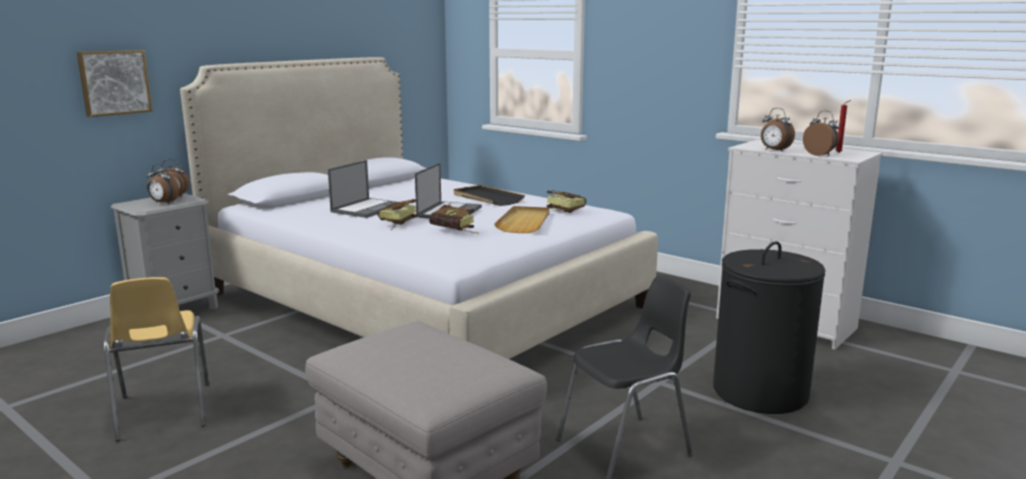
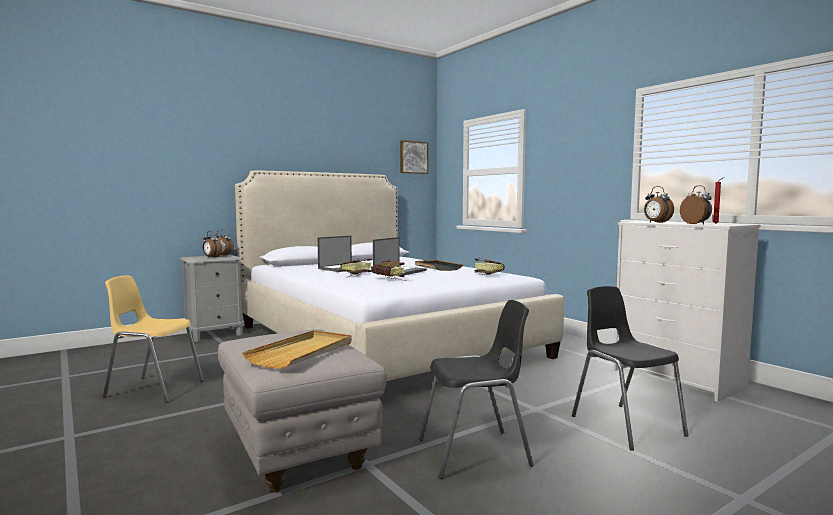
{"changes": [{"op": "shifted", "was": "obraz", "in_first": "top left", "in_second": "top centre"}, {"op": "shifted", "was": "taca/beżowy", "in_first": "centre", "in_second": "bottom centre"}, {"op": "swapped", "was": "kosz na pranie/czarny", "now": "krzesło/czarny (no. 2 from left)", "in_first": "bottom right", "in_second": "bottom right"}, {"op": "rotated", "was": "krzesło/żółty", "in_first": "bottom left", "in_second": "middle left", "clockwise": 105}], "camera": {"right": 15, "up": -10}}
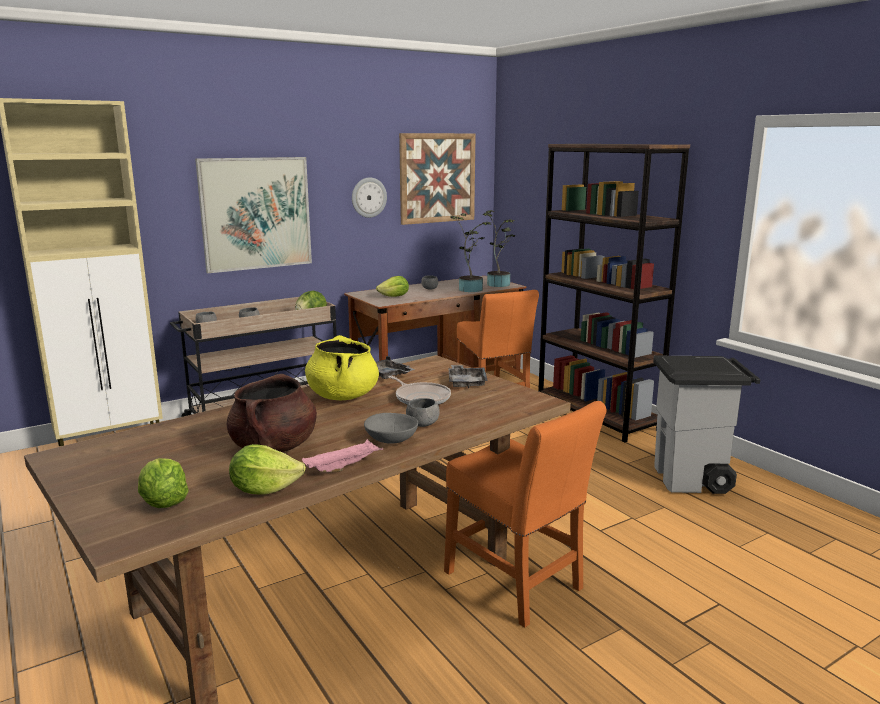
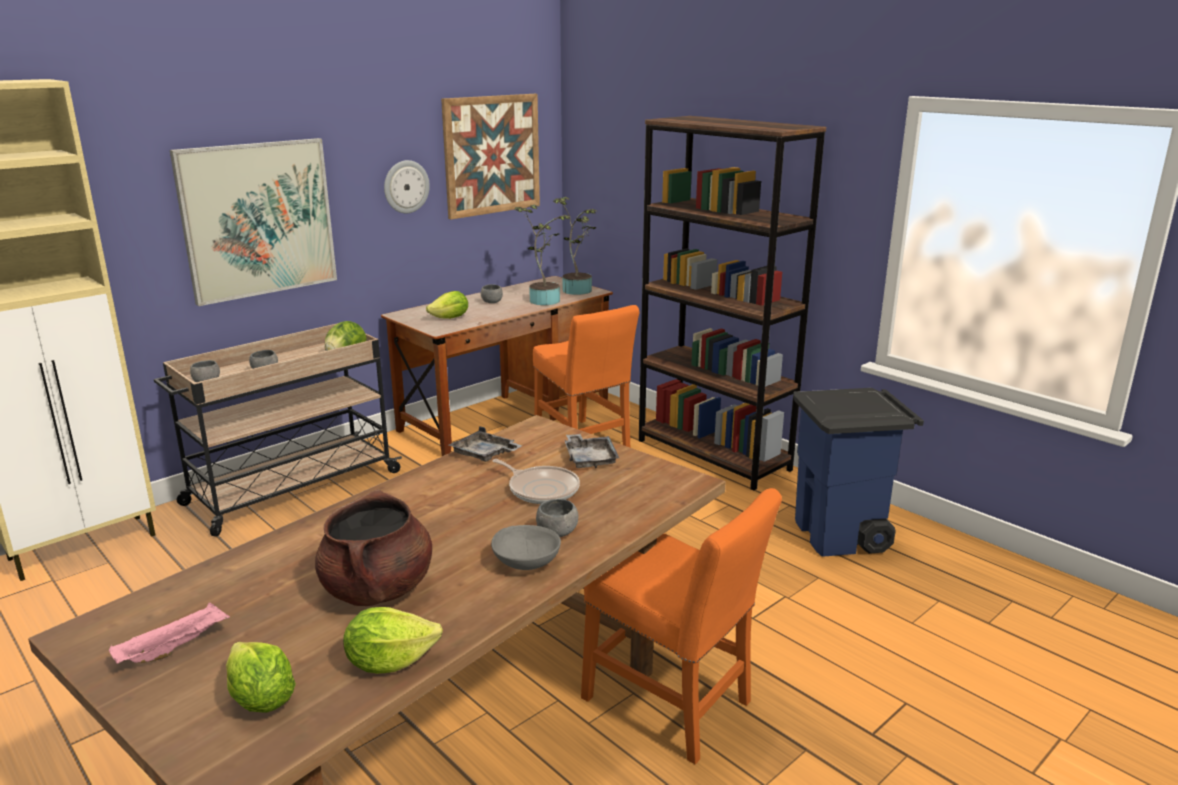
{"changes": [{"op": "gone", "was": "garnek/żółty", "in_first": "centre"}, {"op": "repainted", "was": "kosz na śmieci/szary", "now": "kosz na śmieci/niebieski", "in_first": "middle right", "in_second": "middle right"}, {"op": "shifted", "was": "taca/różowy", "in_first": "centre", "in_second": "bottom left"}], "camera": {"right": -10, "up": 5}}
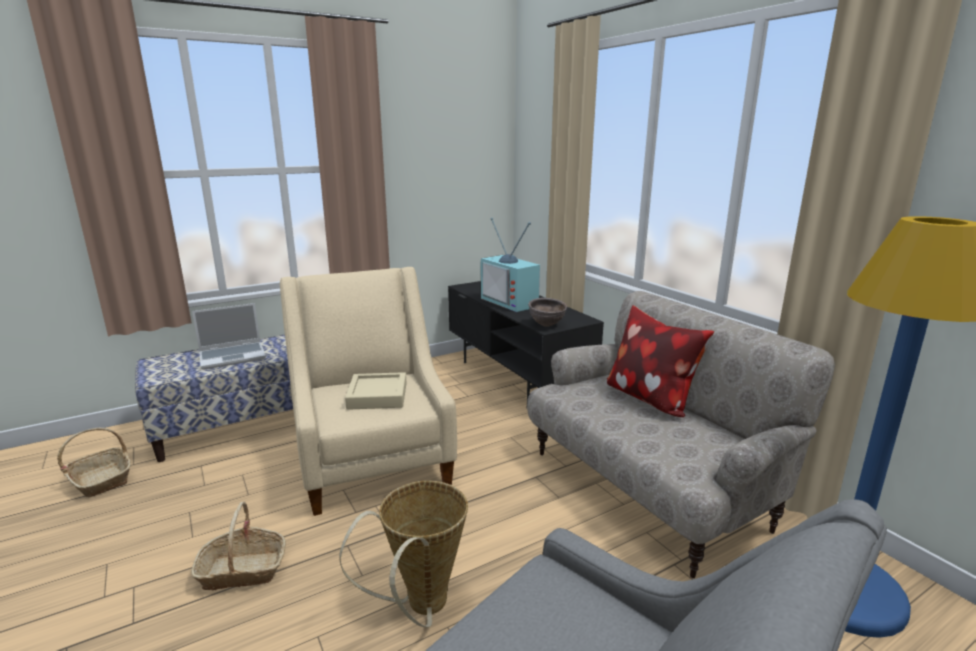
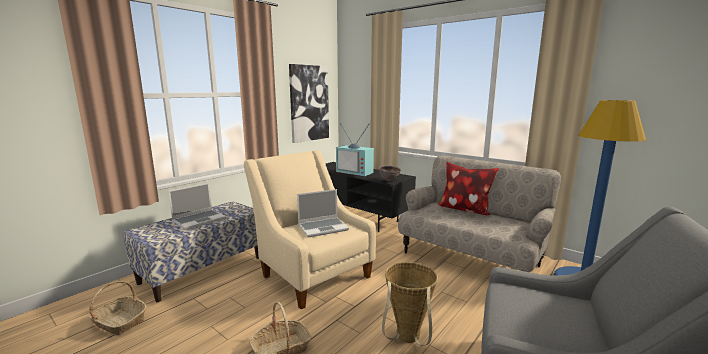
{"changes": [{"op": "swapped", "was": "taca/beżowy", "now": "laptop (no. 2 from left)", "in_first": "centre", "in_second": "centre"}, {"op": "new", "now": "obraz", "in_second": "top centre"}], "camera": {"right": -20, "up": -5}}
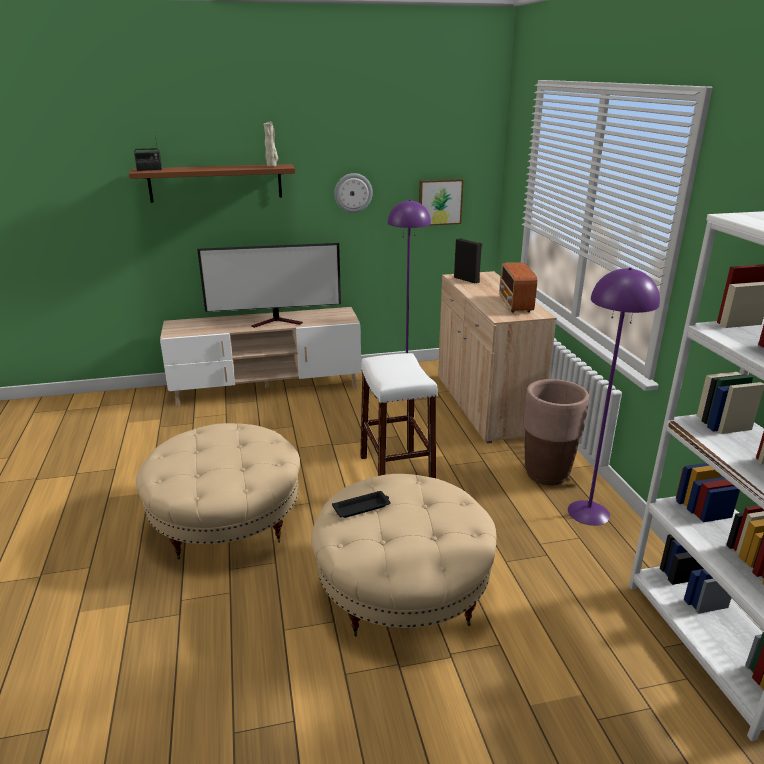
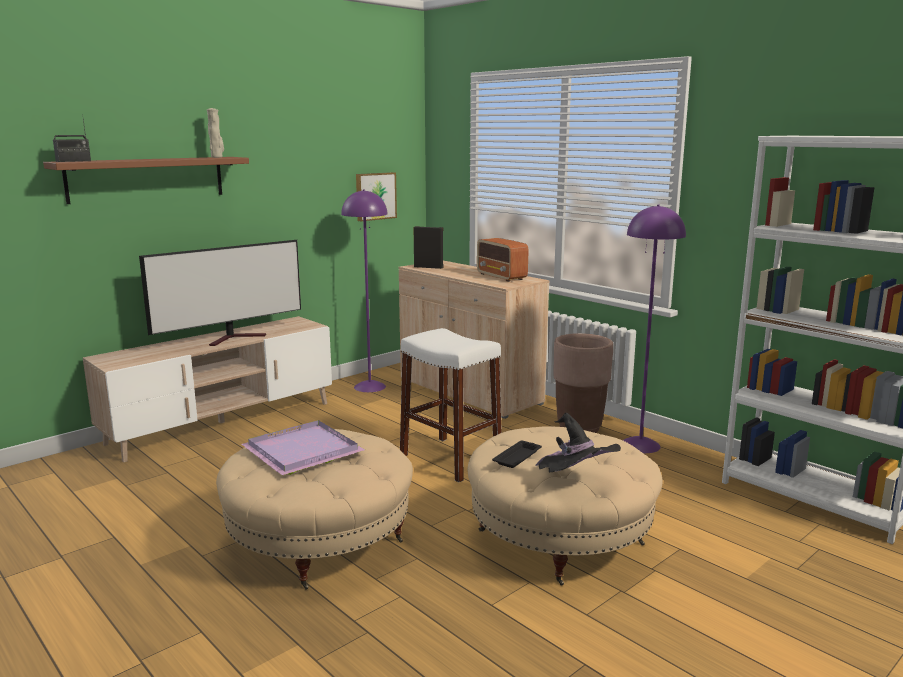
{"changes": [{"op": "gone", "was": "zegar ścienny", "in_first": "top centre"}, {"op": "new", "now": "kapelusz/czarny", "in_second": "centre"}, {"op": "new", "now": "taca/fioletowy", "in_second": "centre"}], "camera": {"right": -30, "up": -10}}
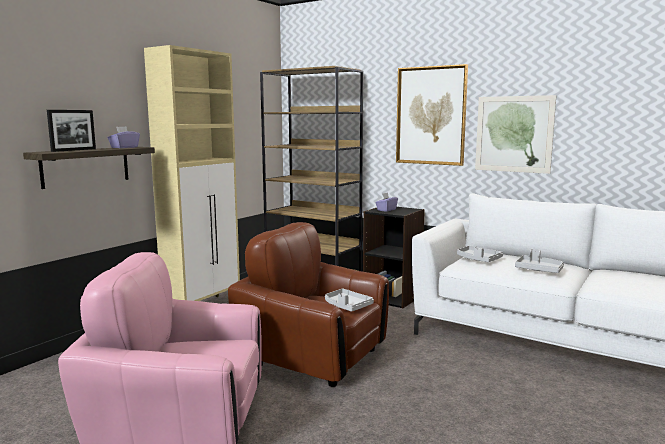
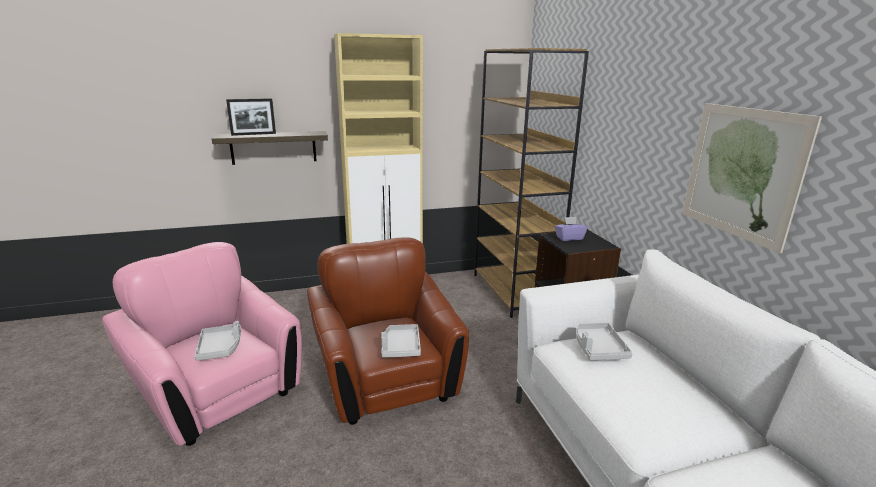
{"changes": [{"op": "gone", "was": "obraz (no. 1 from left)", "in_first": "top centre"}, {"op": "gone", "was": "pudełko chusteczek/fioletowy (no. 1 from left)", "in_first": "top left"}, {"op": "shifted", "was": "taca/szary (no. 3 from left in the first image)", "now": "taca/szary (no. 1 from left)", "in_first": "middle right", "in_second": "bottom left"}], "camera": {"right": 40, "up": 10}}
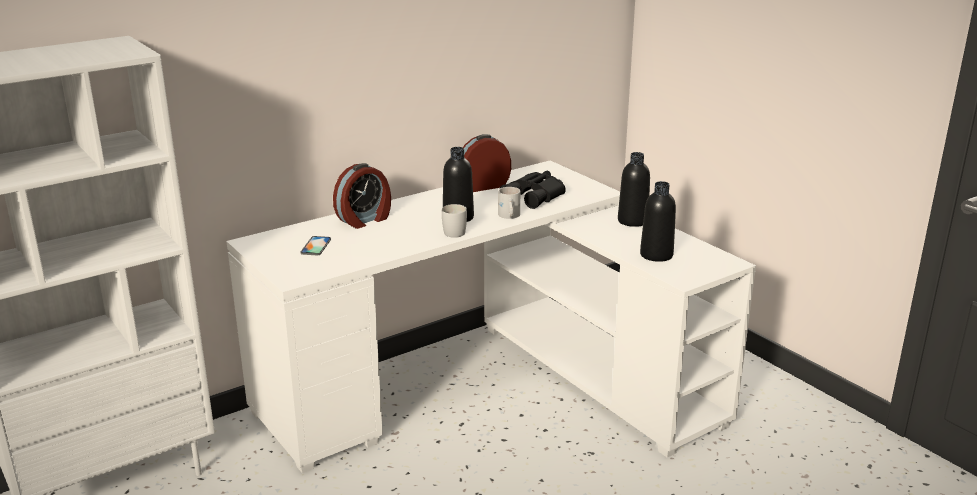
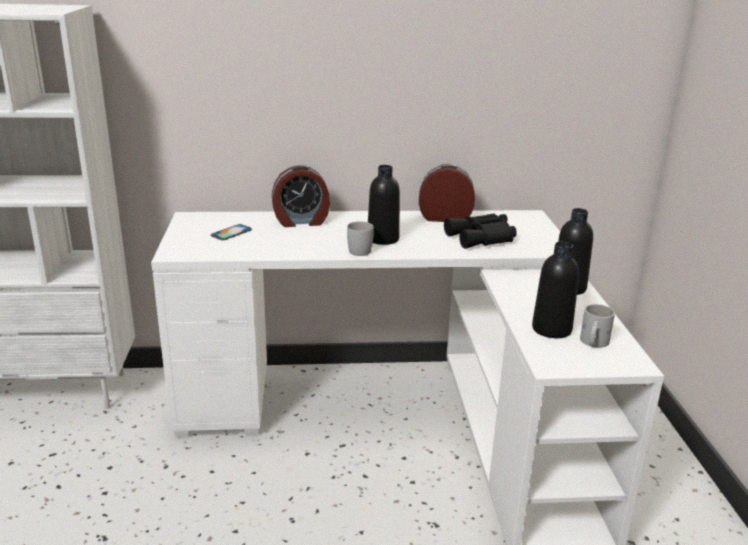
{"changes": [{"op": "shifted", "was": "kubek/biały (no. 2 from left)", "in_first": "centre", "in_second": "middle right"}], "camera": {"right": 30, "up": 0}}
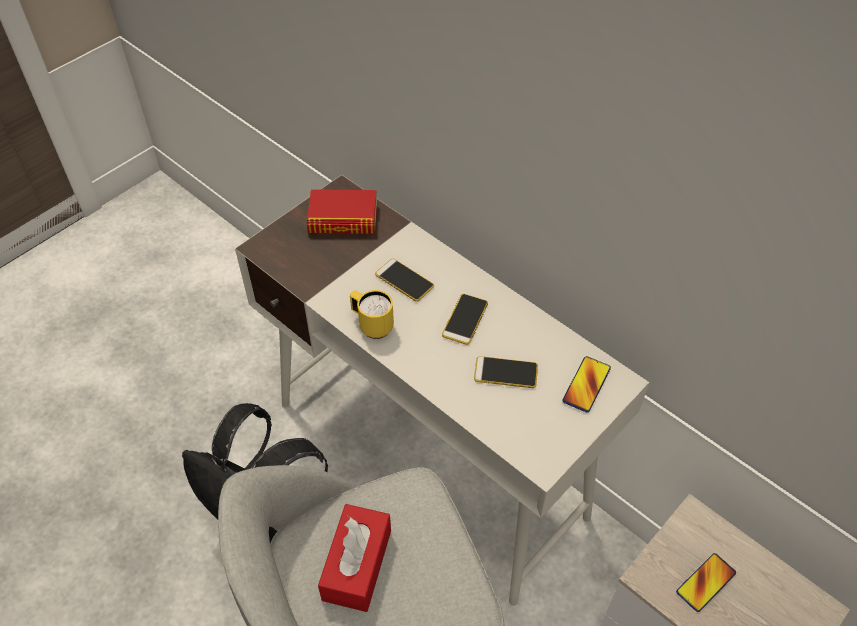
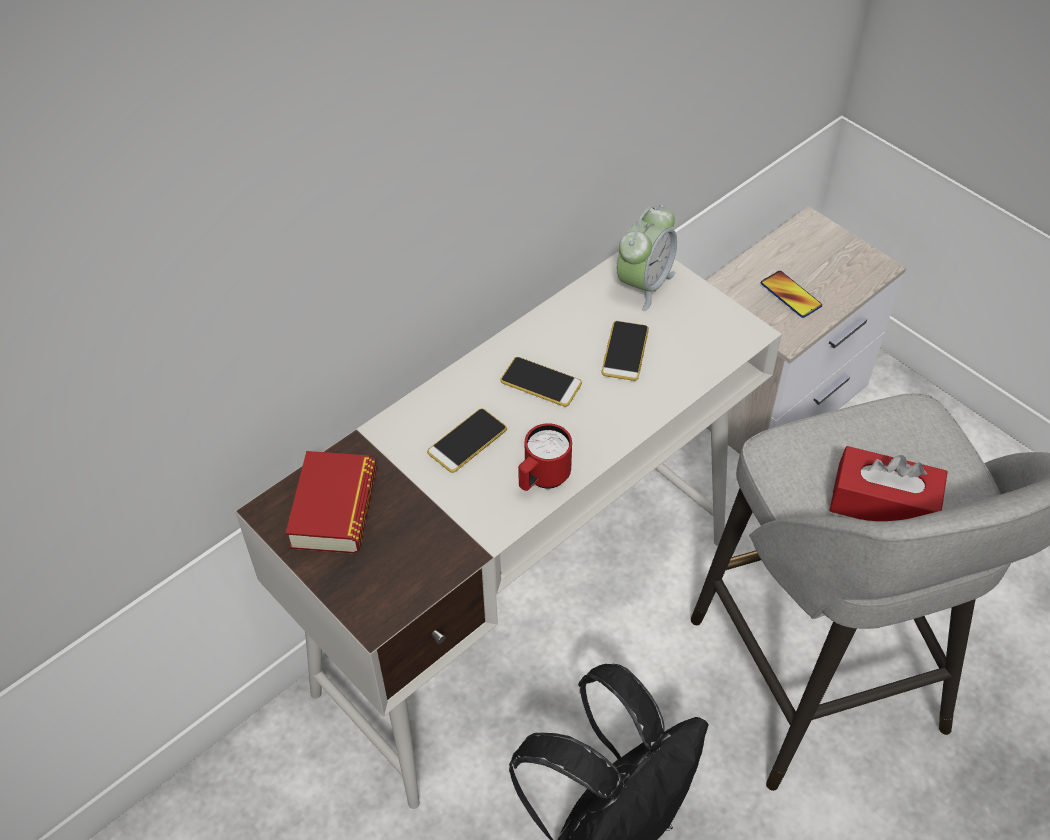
{"changes": [{"op": "repainted", "was": "kubek/żółty", "now": "kubek/czerwony", "in_first": "centre", "in_second": "centre"}, {"op": "swapped", "was": "telefon (no. 4 from left)", "now": "budzik", "in_first": "middle right", "in_second": "top centre"}], "camera": {"right": -85, "up": 0}}
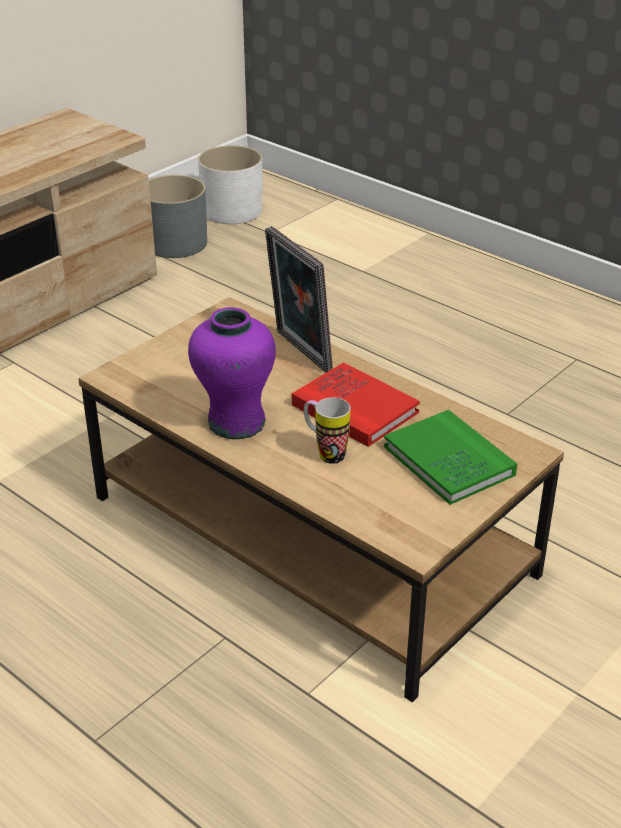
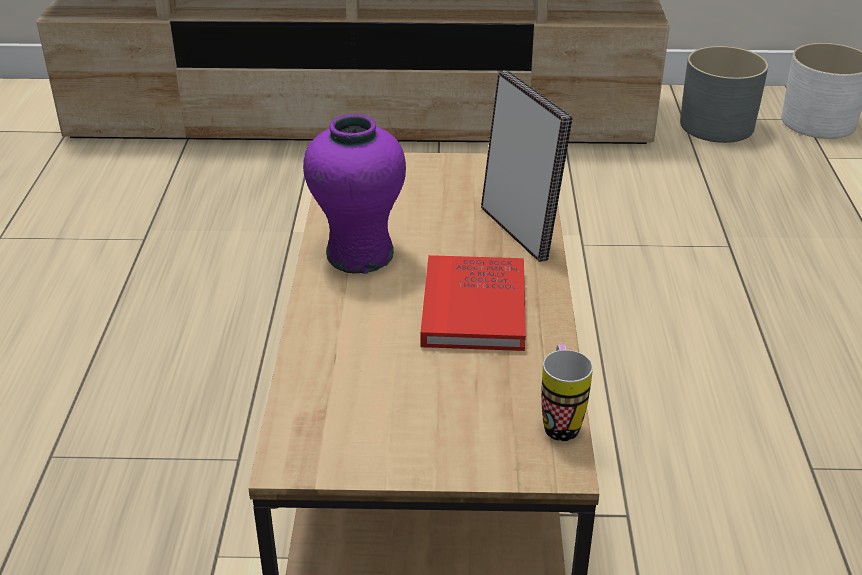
{"changes": [{"op": "rotated", "was": "ramka na zdjęcie", "in_first": "centre", "in_second": "top centre", "clockwise": 135}, {"op": "shifted", "was": "kubek", "in_first": "centre", "in_second": "bottom centre"}, {"op": "gone", "was": "książka/zielony", "in_first": "middle right"}], "camera": {"right": 50, "up": 0}}
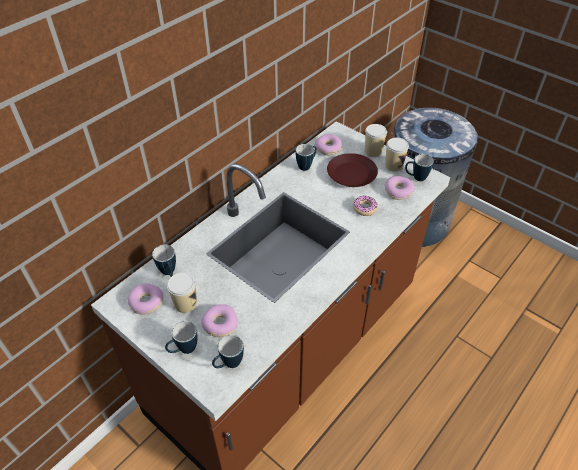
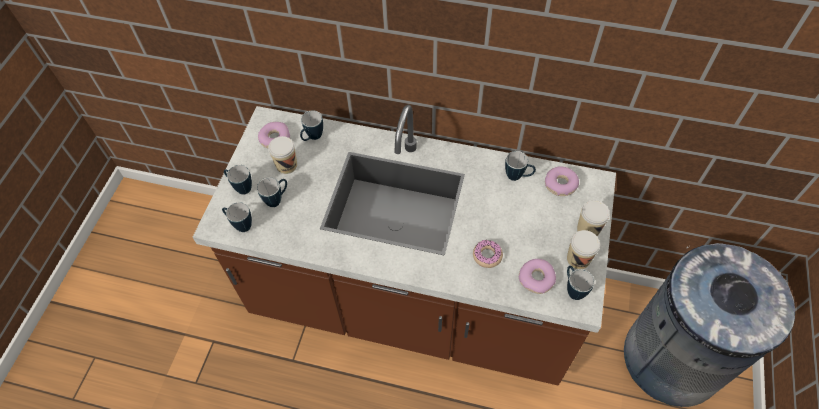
{"changes": [{"op": "gone", "was": "talerz/brązowy", "in_first": "centre"}, {"op": "swapped", "was": "donut (no. 2 from left)", "now": "kubek (no. 3 from left)", "in_first": "bottom centre", "in_second": "middle left"}], "camera": {"right": 65, "up": 10}}
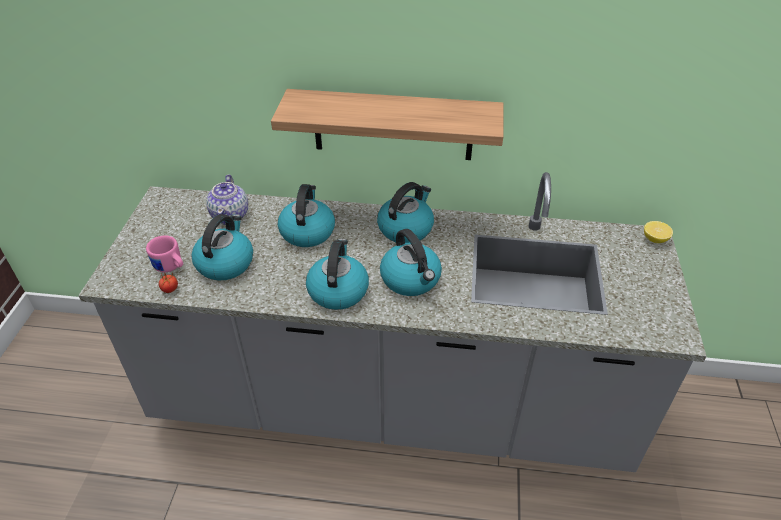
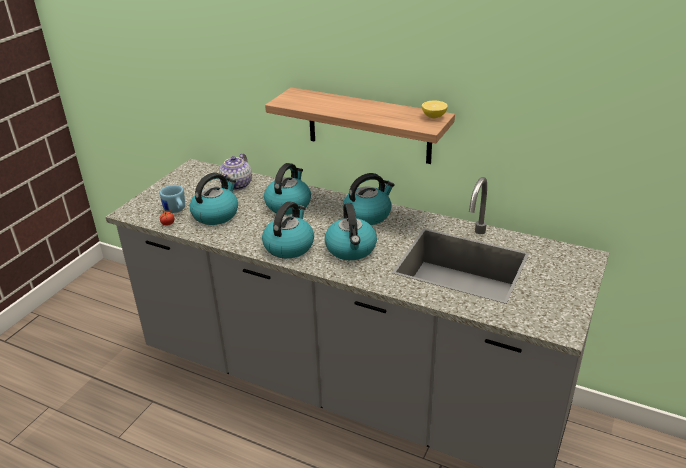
{"changes": [{"op": "shifted", "was": "cytryna", "in_first": "middle right", "in_second": "top centre"}, {"op": "repainted", "was": "kubek/różowy", "now": "kubek/niebieski", "in_first": "middle left", "in_second": "middle left"}], "camera": {"right": 20, "up": -10}}
